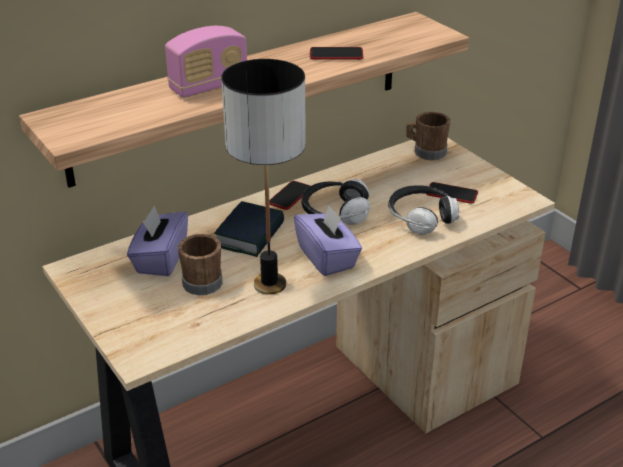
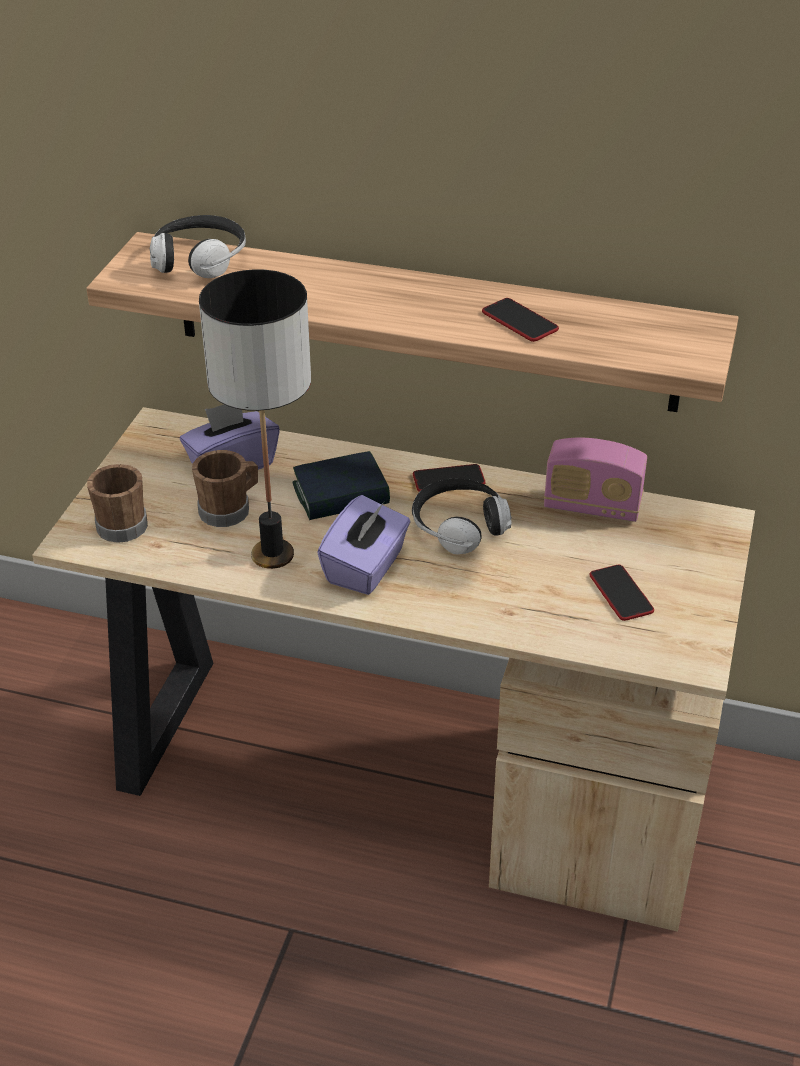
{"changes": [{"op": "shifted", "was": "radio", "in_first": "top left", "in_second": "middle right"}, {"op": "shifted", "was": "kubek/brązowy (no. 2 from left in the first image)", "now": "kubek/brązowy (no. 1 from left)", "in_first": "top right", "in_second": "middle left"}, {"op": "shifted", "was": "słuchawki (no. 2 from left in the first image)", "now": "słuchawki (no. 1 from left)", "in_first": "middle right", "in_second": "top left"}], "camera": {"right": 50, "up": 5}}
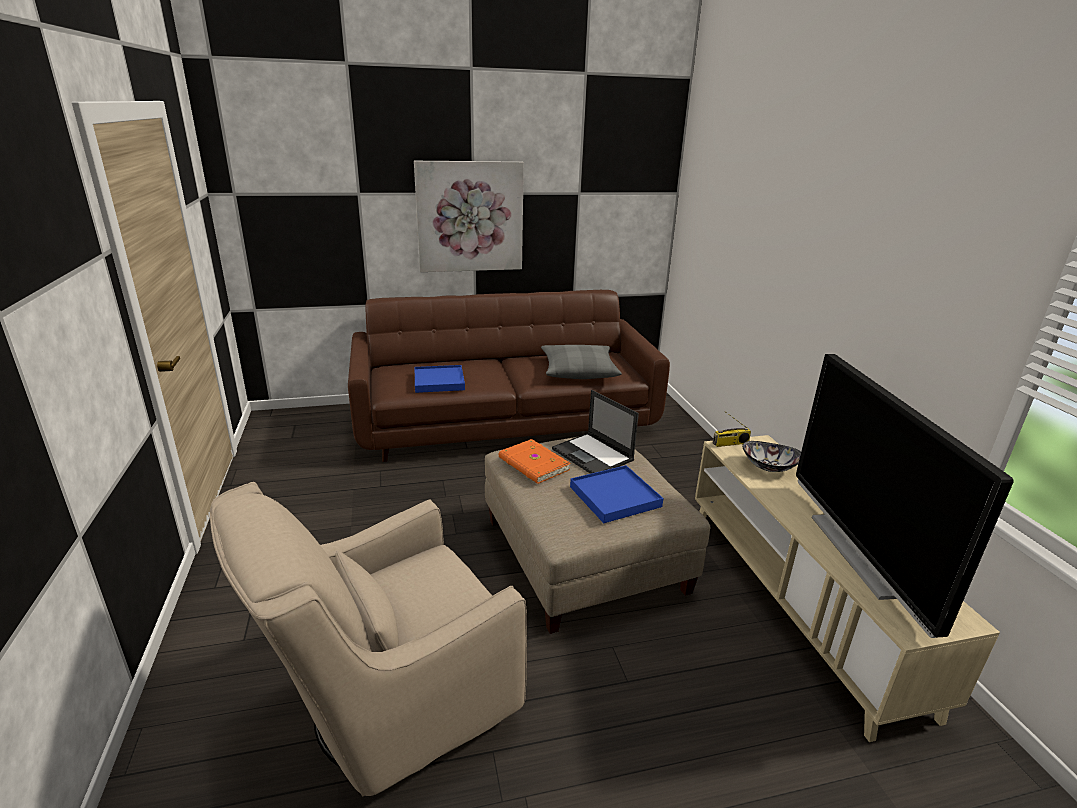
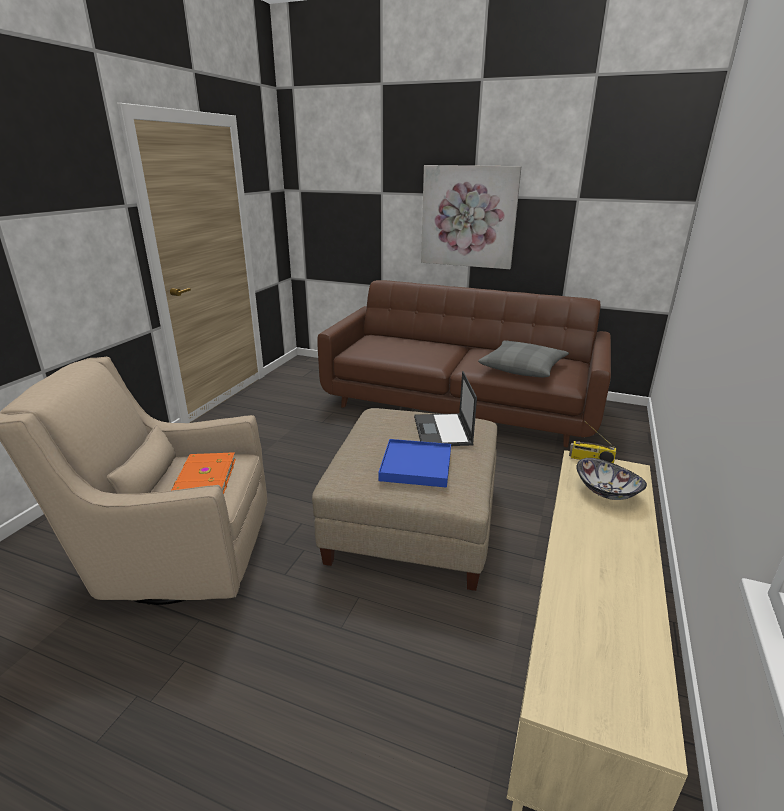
{"changes": [{"op": "gone", "was": "telewizor", "in_first": "middle right"}, {"op": "gone", "was": "taca/niebieski (no. 1 from left)", "in_first": "centre"}, {"op": "shifted", "was": "książka/pomarańczowy", "in_first": "centre", "in_second": "middle left"}], "camera": {"right": 35, "up": 0}}
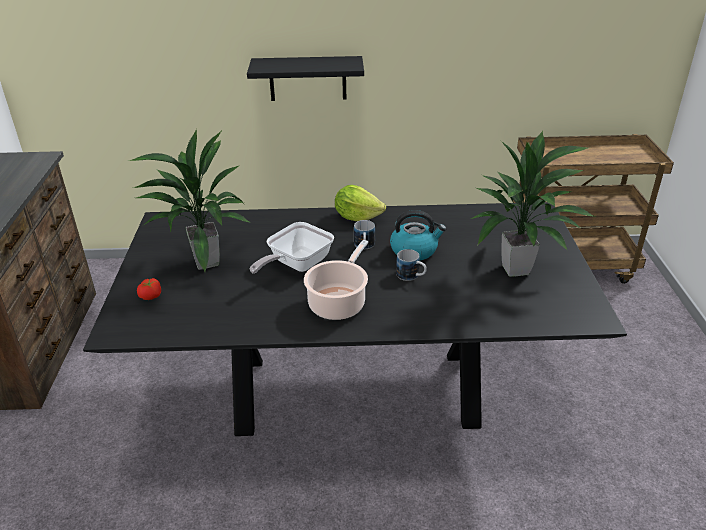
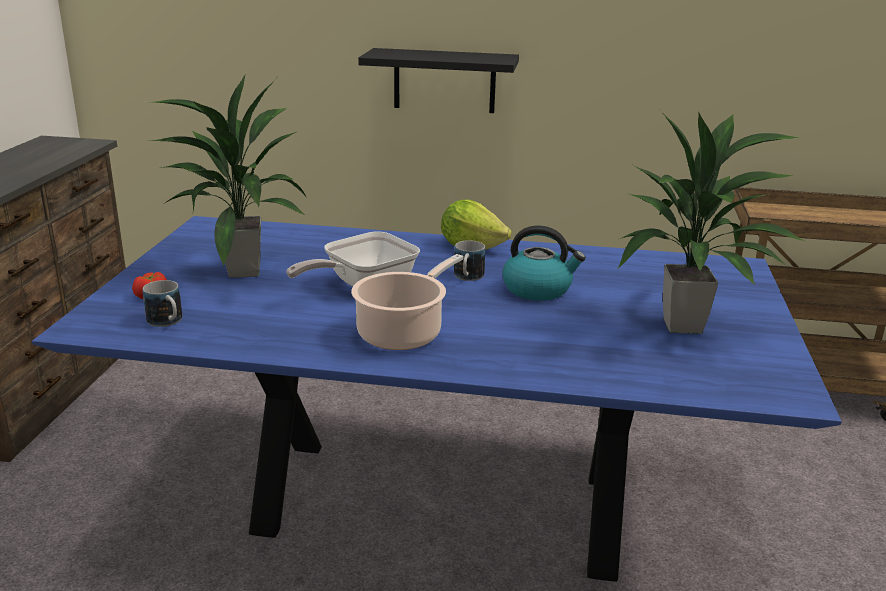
{"changes": [{"op": "repainted", "was": "stół jadalny/czarny", "now": "stół jadalny/niebieski", "in_first": "centre", "in_second": "bottom centre"}, {"op": "shifted", "was": "kubek (no. 2 from left in the first image)", "now": "kubek (no. 1 from left)", "in_first": "centre", "in_second": "middle left"}], "camera": {"right": 10, "up": -10}}
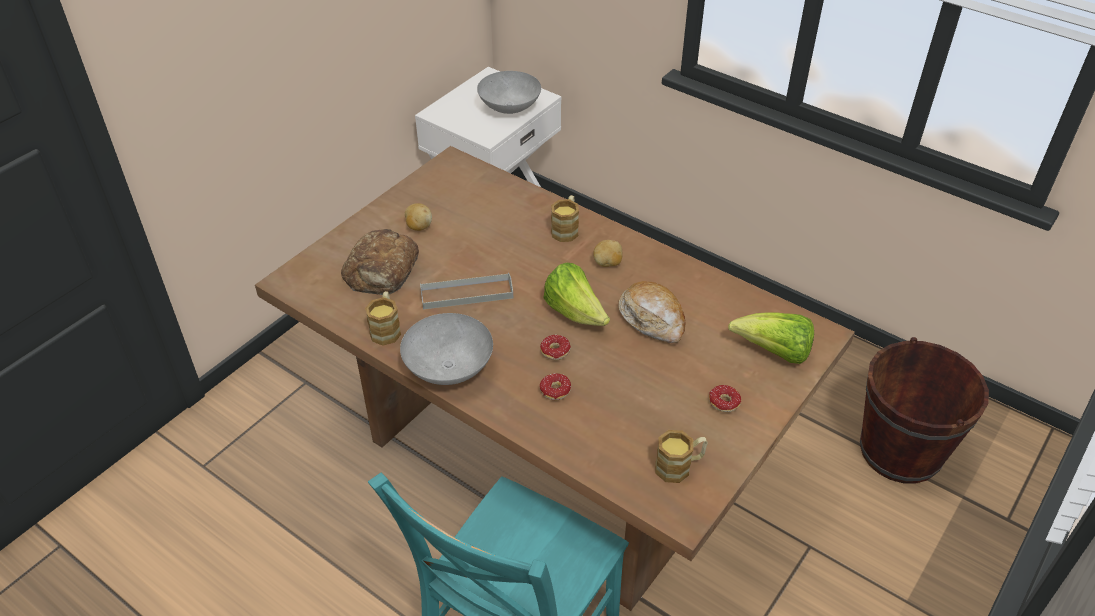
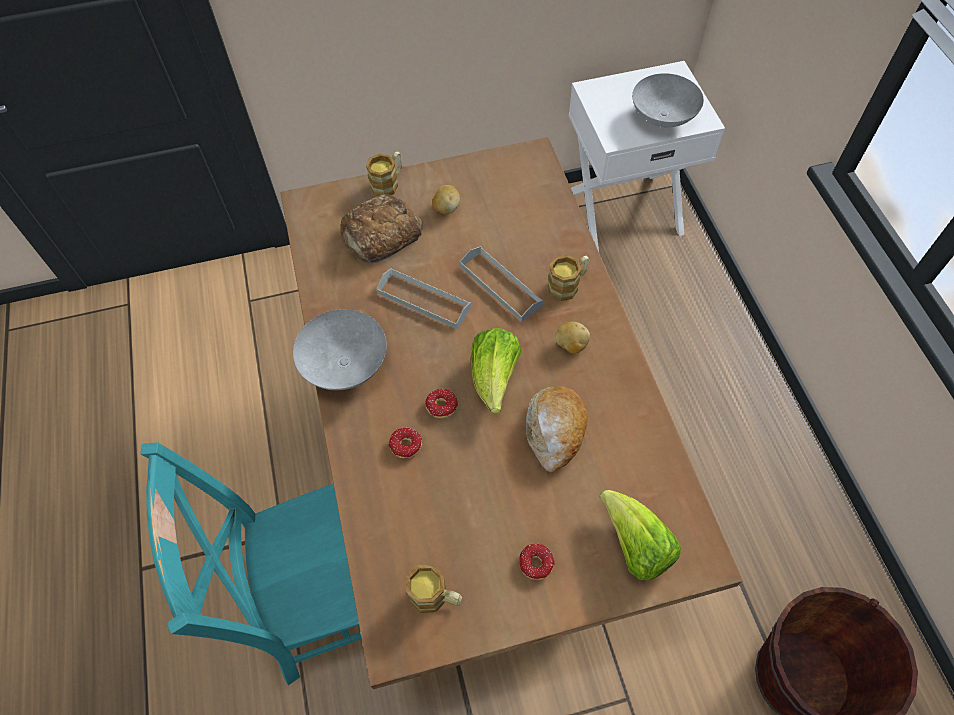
{"changes": [{"op": "shifted", "was": "kubek (no. 1 from left)", "in_first": "centre", "in_second": "top centre"}, {"op": "new", "now": "taca/szary (no. 2 from left)", "in_second": "centre"}], "camera": {"right": 40, "up": 15}}
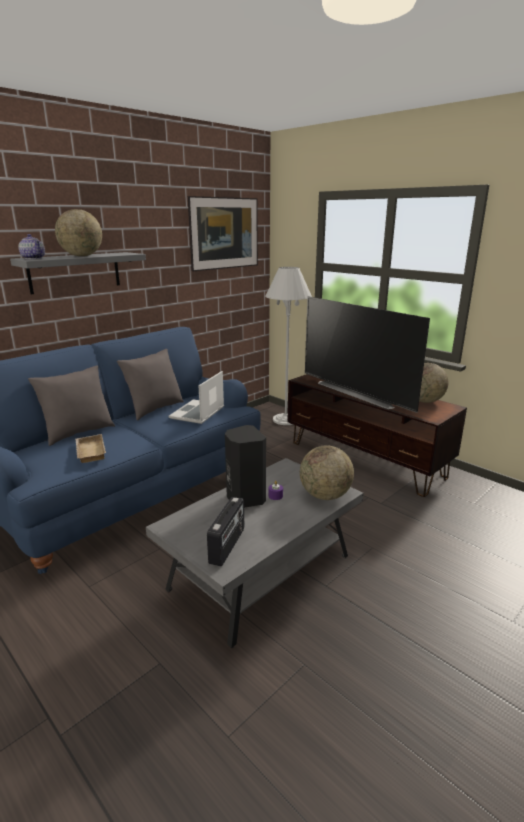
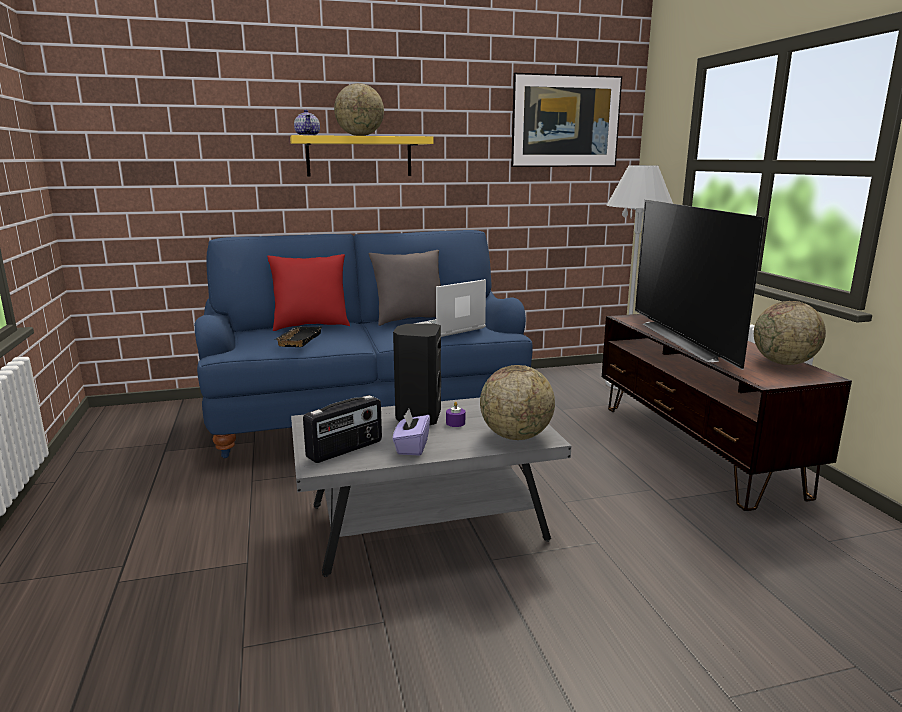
{"changes": [{"op": "repainted", "was": "półka/szary", "now": "półka/żółty", "in_first": "top left", "in_second": "top centre"}, {"op": "repainted", "was": "poduszka/szary (no. 1 from left)", "now": "poduszka/czerwony", "in_first": "middle left", "in_second": "centre"}, {"op": "repainted", "was": "taca/beżowy", "now": "taca/czarny", "in_first": "middle left", "in_second": "middle left"}, {"op": "new", "now": "pudełko chusteczek/fioletowy", "in_second": "centre"}], "camera": {"right": 30, "up": -5}}
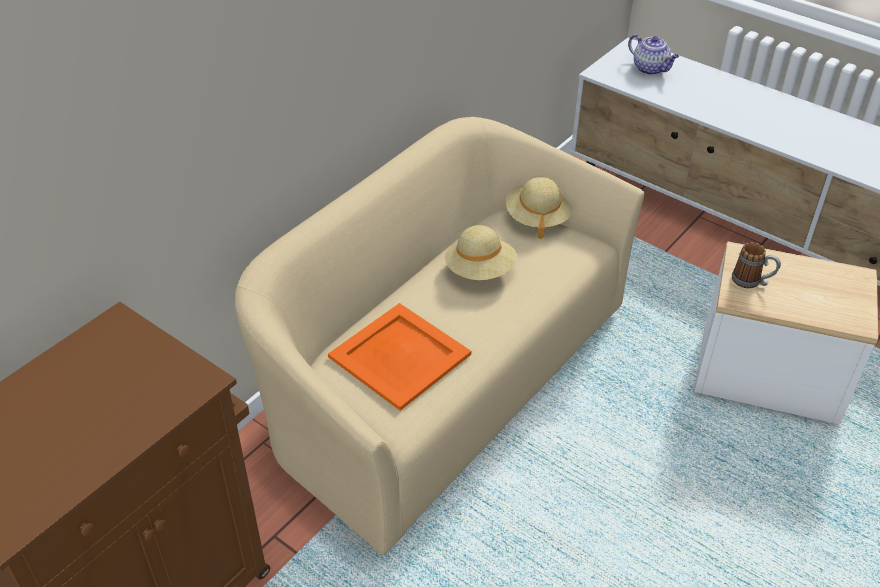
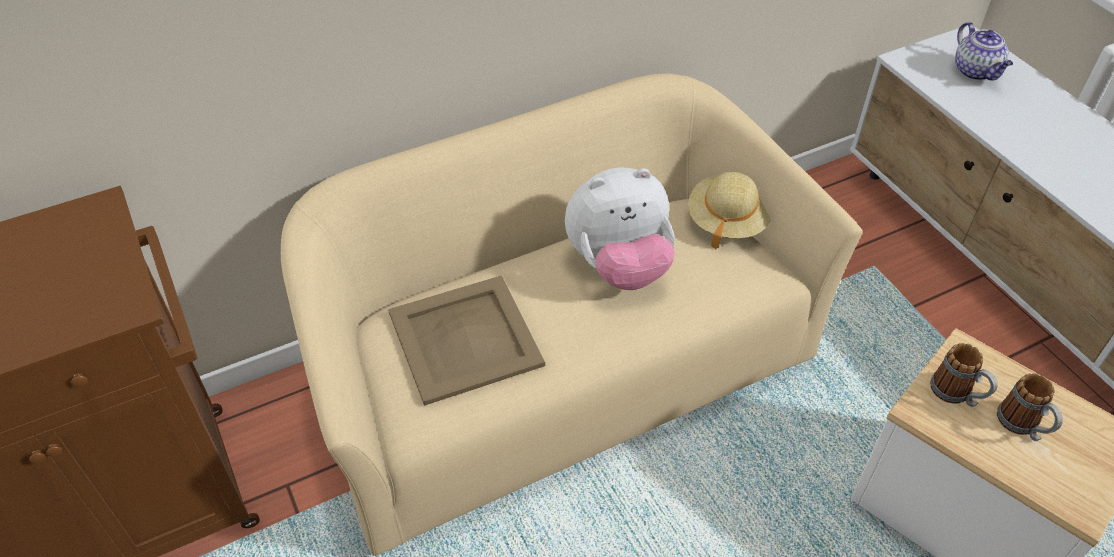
{"changes": [{"op": "swapped", "was": "kapelusz/beżowy (no. 1 from left)", "now": "pluszak", "in_first": "centre", "in_second": "centre"}, {"op": "repainted", "was": "taca/pomarańczowy", "now": "taca/beżowy", "in_first": "centre", "in_second": "centre"}, {"op": "new", "now": "kubek (no. 2 from left)", "in_second": "bottom right"}], "camera": {"right": 25, "up": 5}}
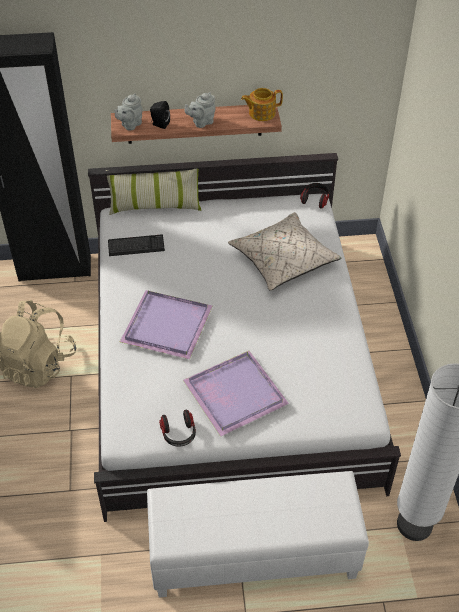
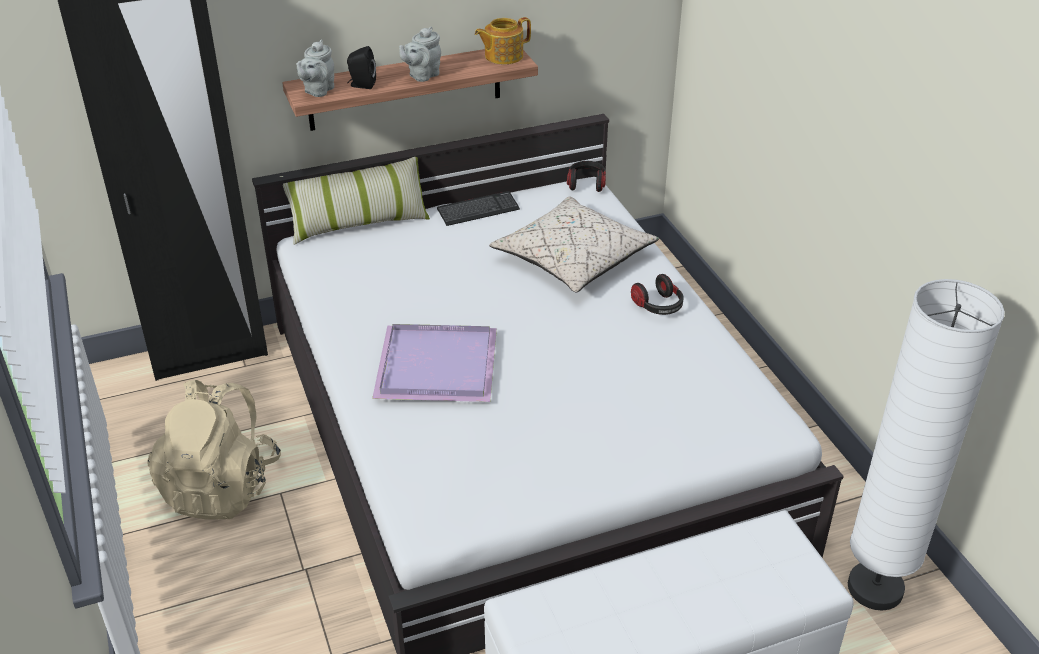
{"changes": [{"op": "shifted", "was": "klawiatura", "in_first": "middle left", "in_second": "top centre"}, {"op": "gone", "was": "taca/fioletowy (no. 2 from left)", "in_first": "centre"}, {"op": "shifted", "was": "słuchawki (no. 1 from left in the first image)", "now": "słuchawki (no. 2 from left)", "in_first": "bottom centre", "in_second": "centre"}], "camera": {"right": -15, "up": -10}}
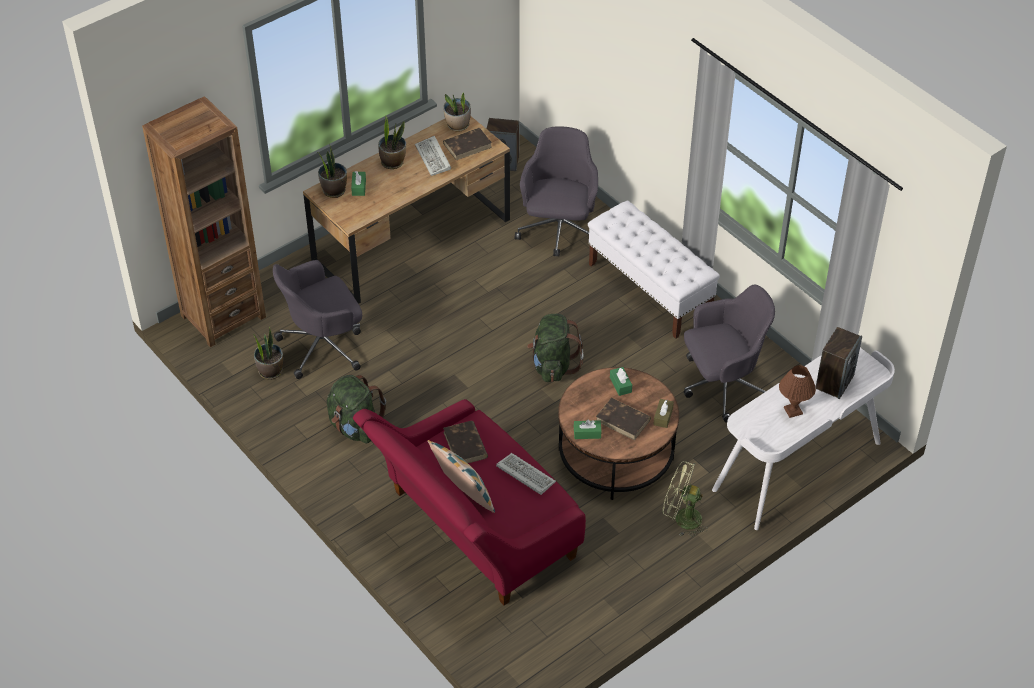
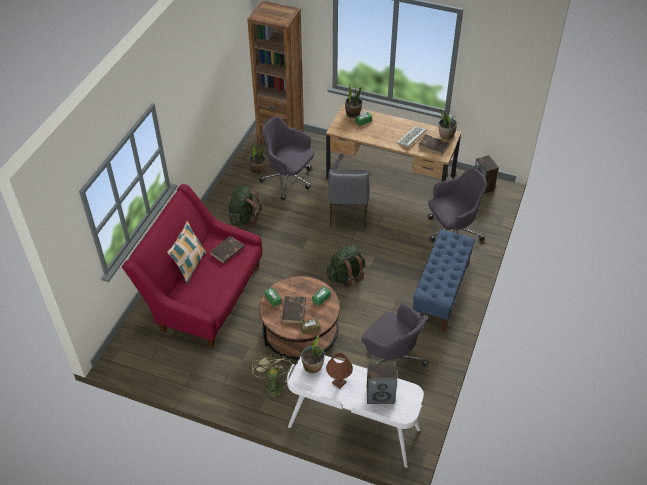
{"changes": [{"op": "shifted", "was": "roślina doniczkowa (no. 3 from left in the first image)", "now": "roślina doniczkowa (no. 2 from left)", "in_first": "top centre", "in_second": "bottom centre"}, {"op": "repainted", "was": "ławka/biały", "now": "ławka/niebieski", "in_first": "centre", "in_second": "middle right"}, {"op": "gone", "was": "klawiatura (no. 2 from left)", "in_first": "bottom centre"}, {"op": "new", "now": "krzesło/szary", "in_second": "centre"}], "camera": {"right": 60, "up": 0}}
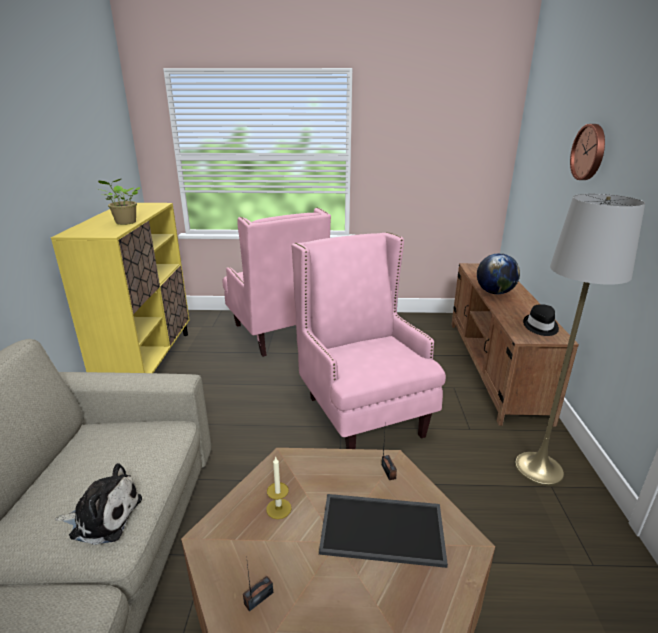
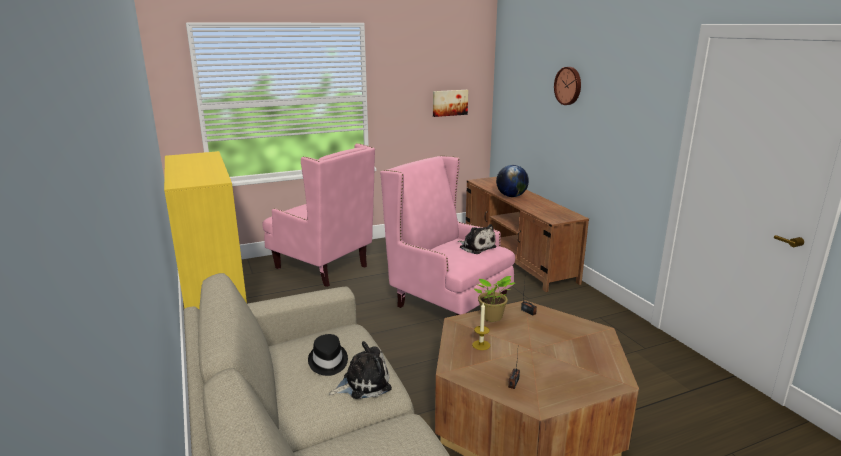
{"changes": [{"op": "shifted", "was": "roślina doniczkowa", "in_first": "top left", "in_second": "centre"}, {"op": "gone", "was": "lampa stojąca/szary", "in_first": "middle right"}, {"op": "shifted", "was": "kapelusz/czarny", "in_first": "middle right", "in_second": "bottom centre"}, {"op": "gone", "was": "taca", "in_first": "bottom centre"}, {"op": "new", "now": "obraz", "in_second": "top centre"}, {"op": "new", "now": "pluszak (no. 2 from left)", "in_second": "centre"}], "camera": {"right": -25, "up": -5}}
